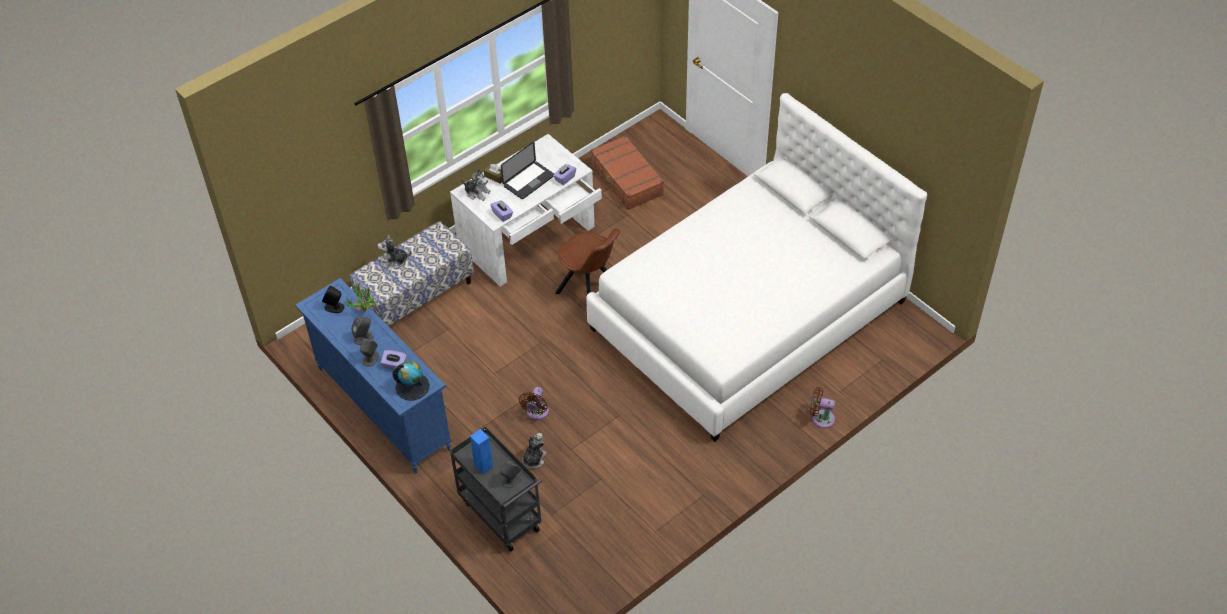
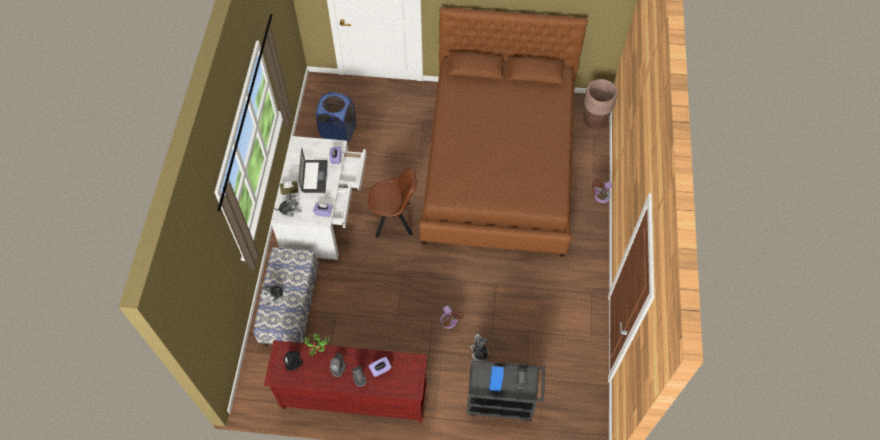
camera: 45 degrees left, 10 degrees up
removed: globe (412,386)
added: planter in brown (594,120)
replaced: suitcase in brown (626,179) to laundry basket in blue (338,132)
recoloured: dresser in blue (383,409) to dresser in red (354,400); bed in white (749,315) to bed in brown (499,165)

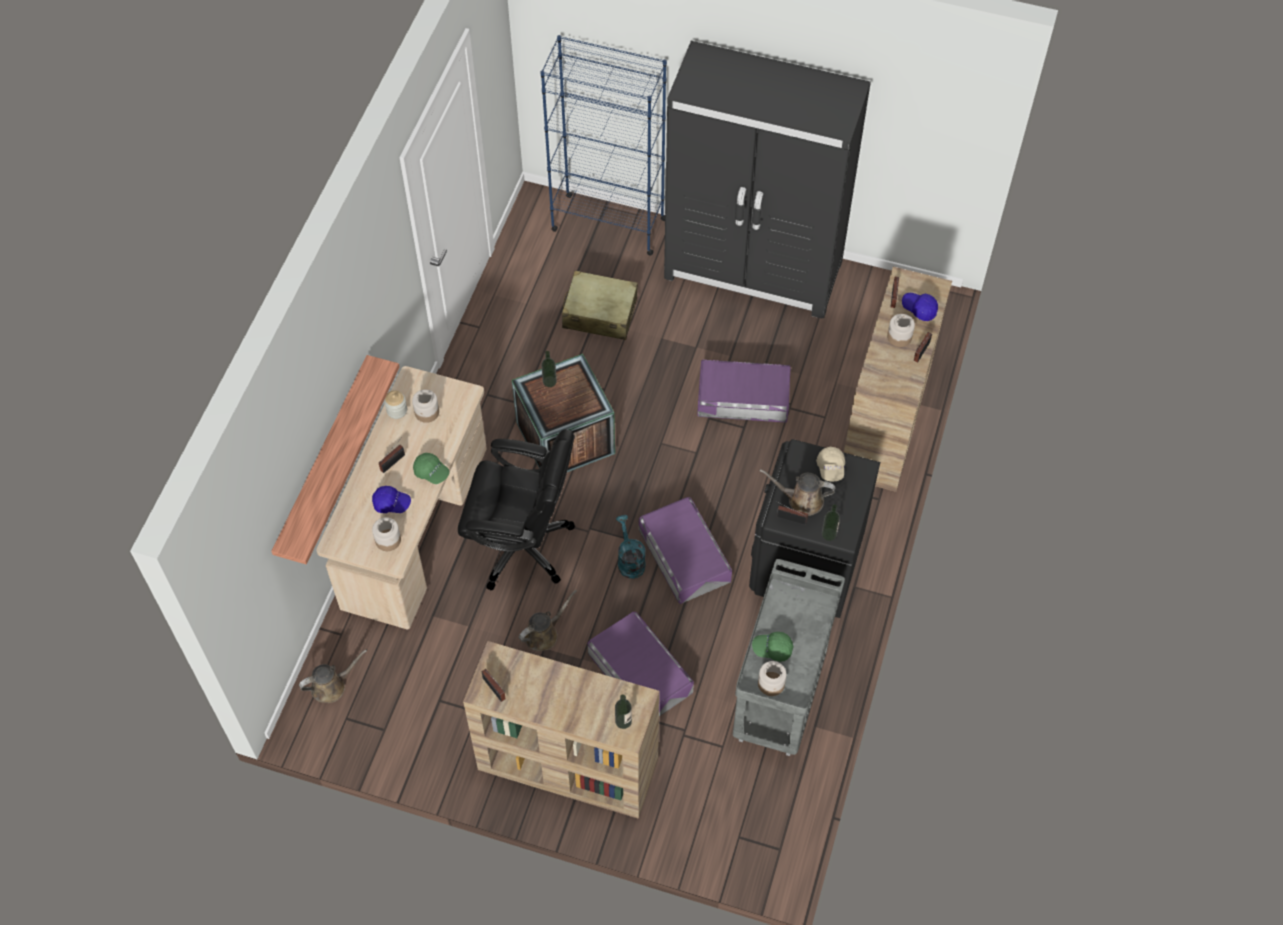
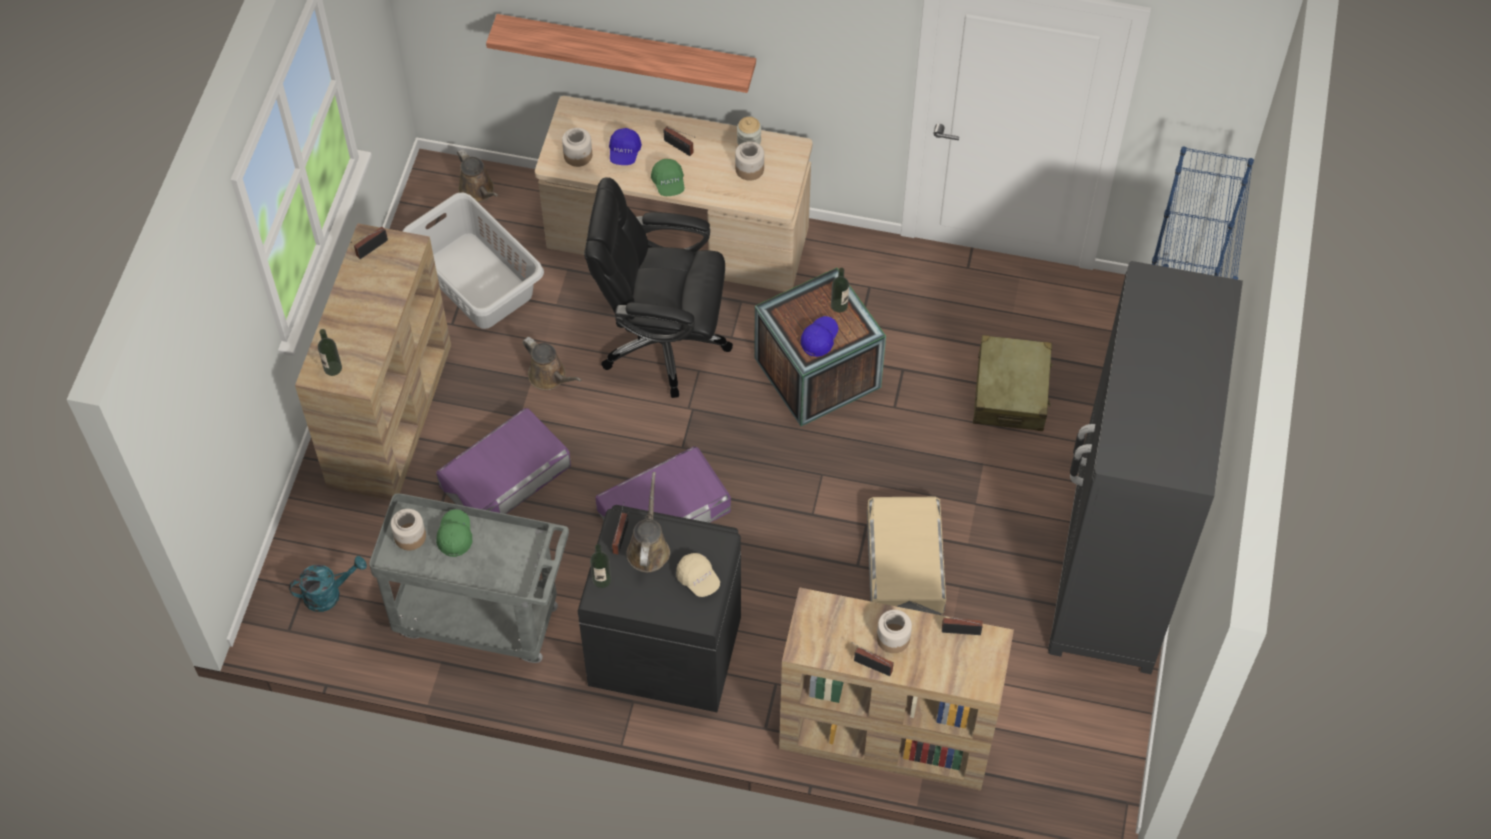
camera: 85 degrees right, 0 degrees up
added: laundry basket in grey (477,280)
moved: watering can in turquoise (629,560) to (329,593); cap in blue (919,309) to (819,339)
recoloured: storage box in purple (743,396) to storage box in beige (905,562)
turned: cap in green (431,472) = (668,183) 45 degrees counterclockwise; office chair in black (520,545) = (664,342) 90 degrees clockwise; cap in beige (831,468) = (698,579) 120 degrees counterclockwise

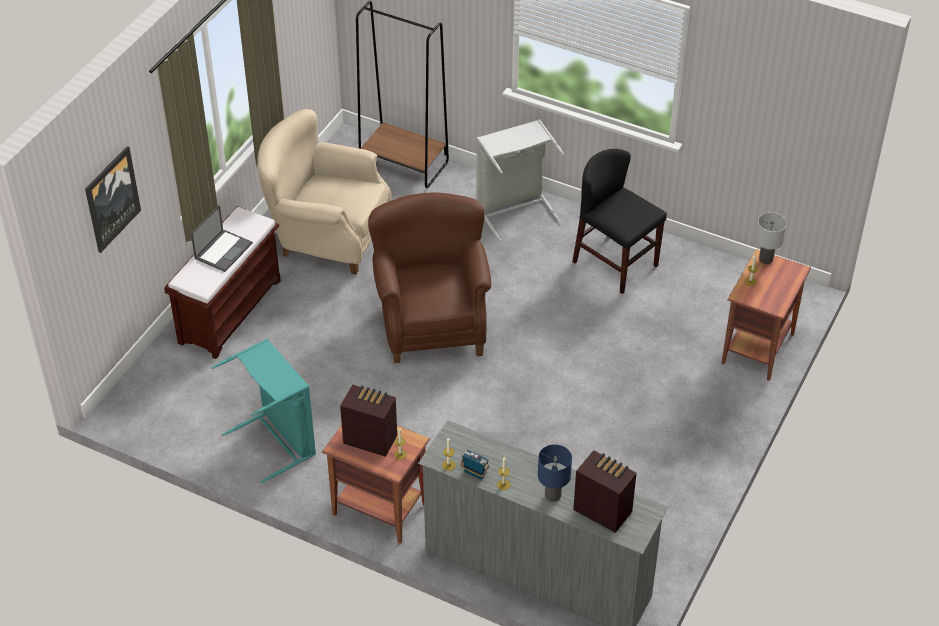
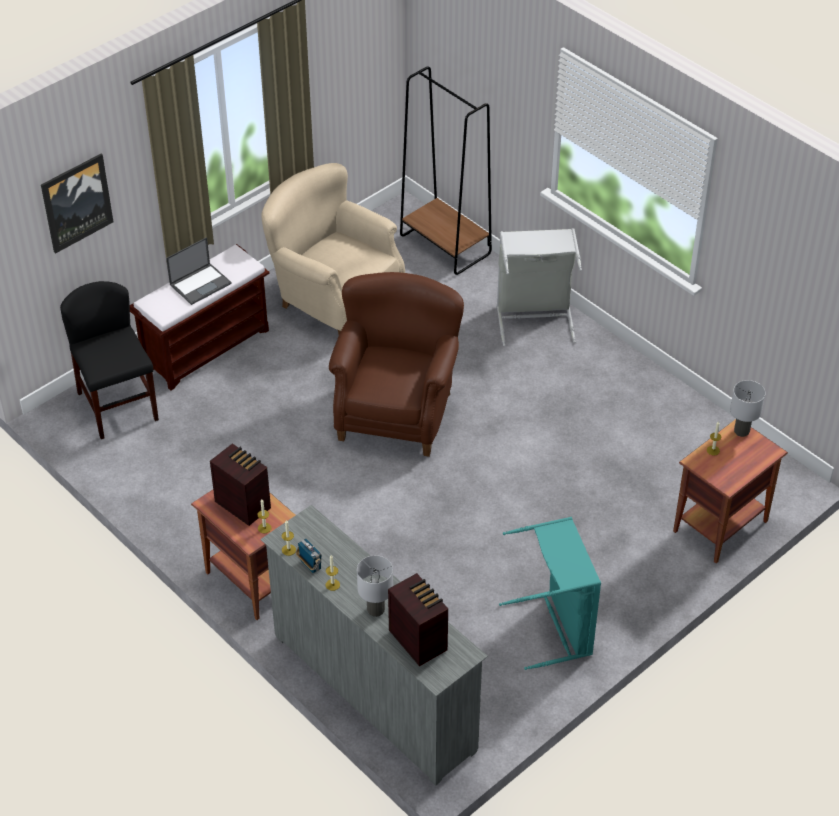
camera: 20 degrees right, 0 degrees up
moved: laundry basket in turquoise (277,440) to (556,627); chair in black (615,264) to (118,406)
recoloured: table lamp in blue (552,495) to table lamp in white (376,609)

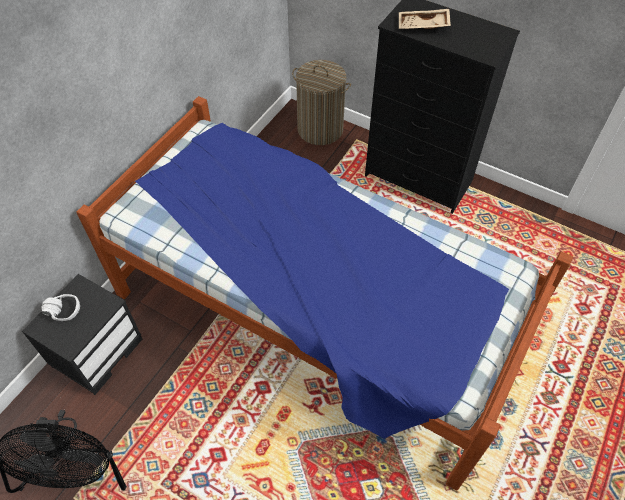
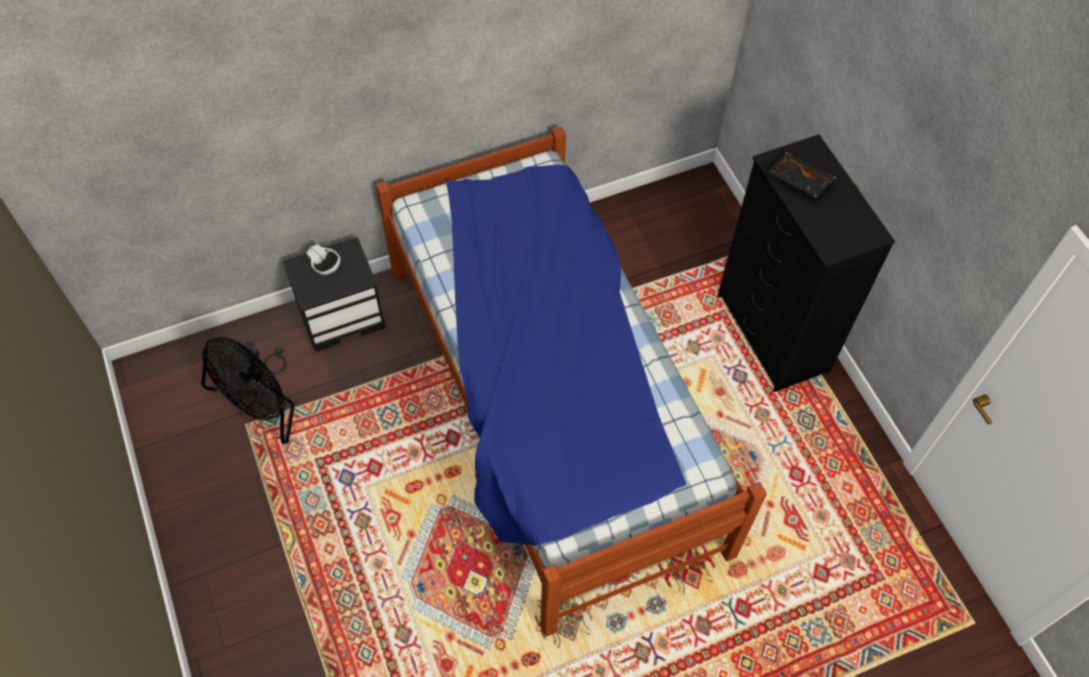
camera: 35 degrees right, 5 degrees up
removed: laundry basket (320,129)
recoloured: tray in beige (423,26) to tray in black (798,180)

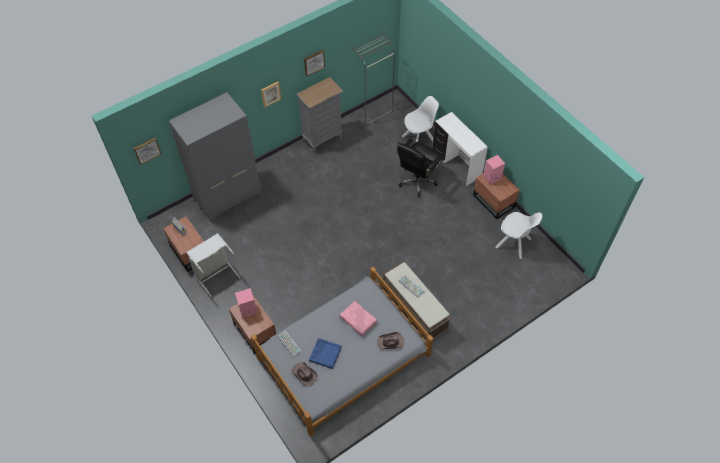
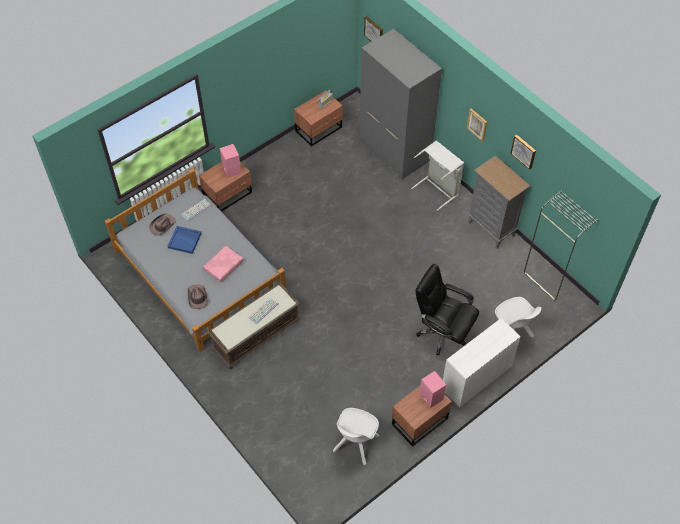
camera: 85 degrees right, 0 degrees up
moved: laundry basket in grey (215,274) to (438,189)

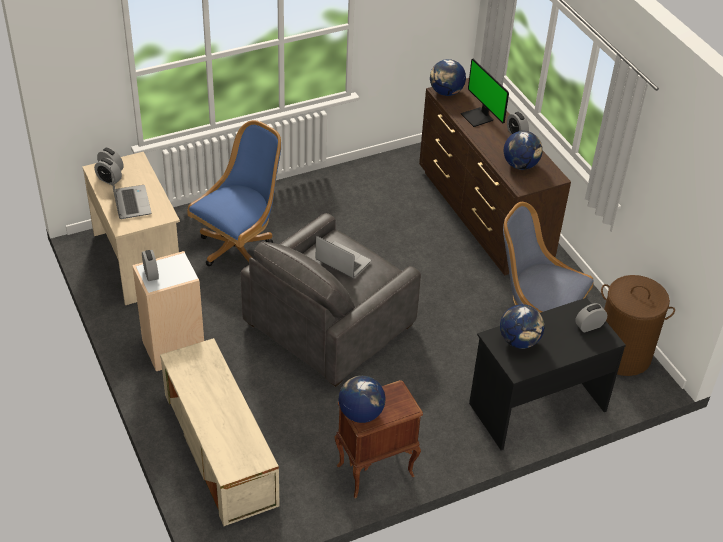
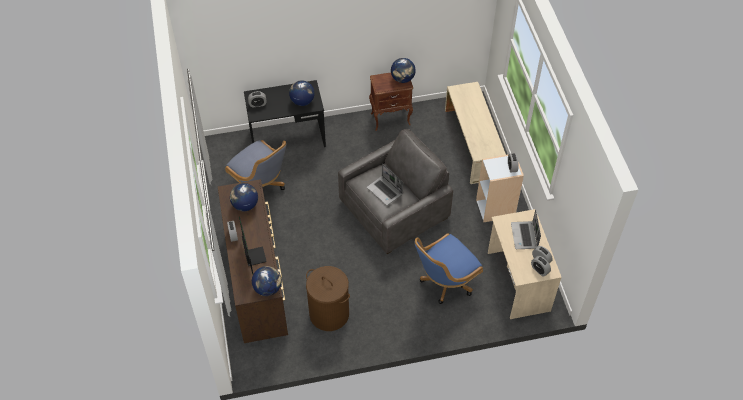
camera: 165 degrees left, 10 degrees up
moved: laundry basket in brown (622,355) to (329,314)

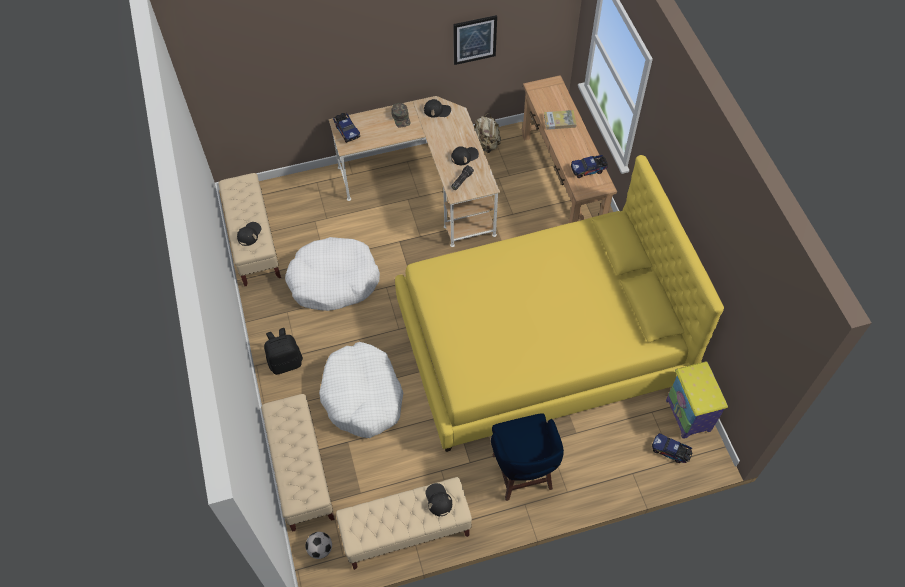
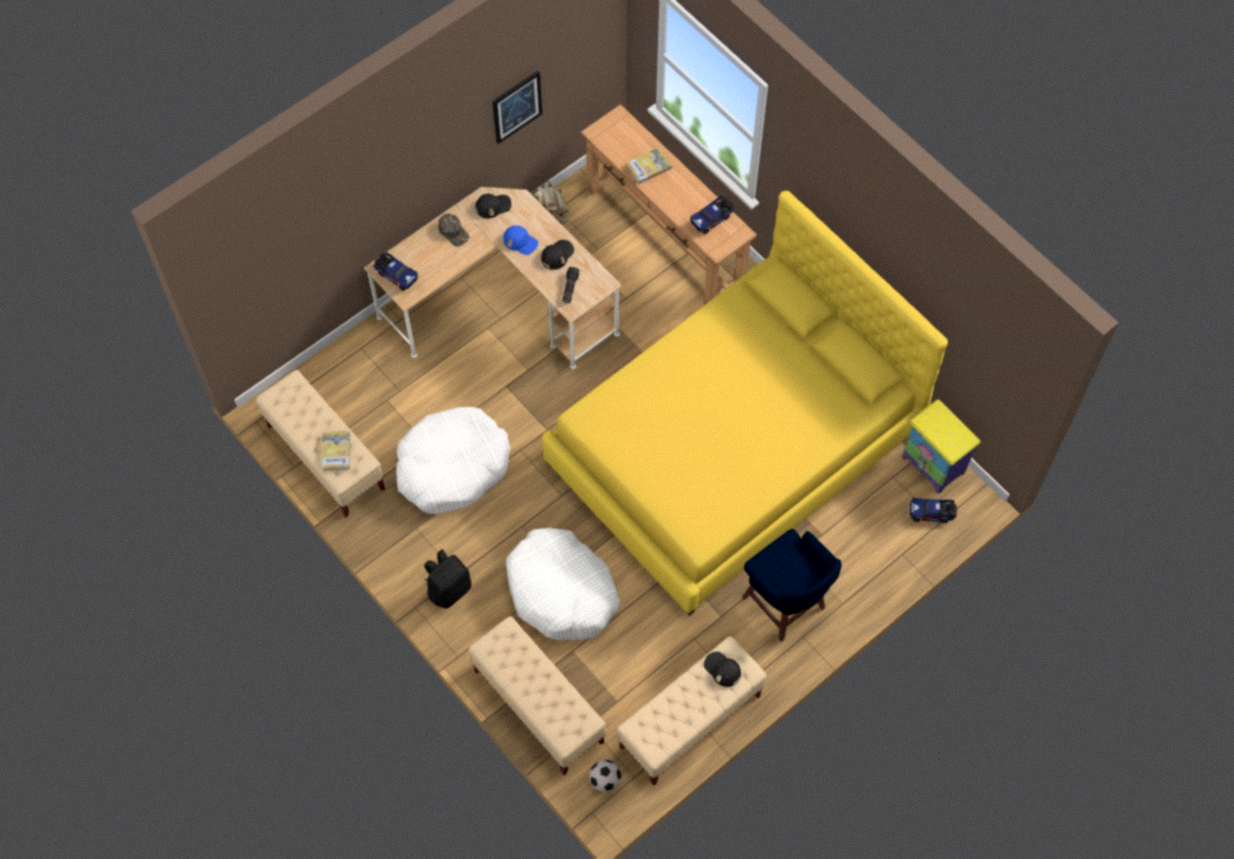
camera: 25 degrees left, 5 degrees up
added: cap in blue (520,241)
replaced: cap in black (249,234) to book (336,452)

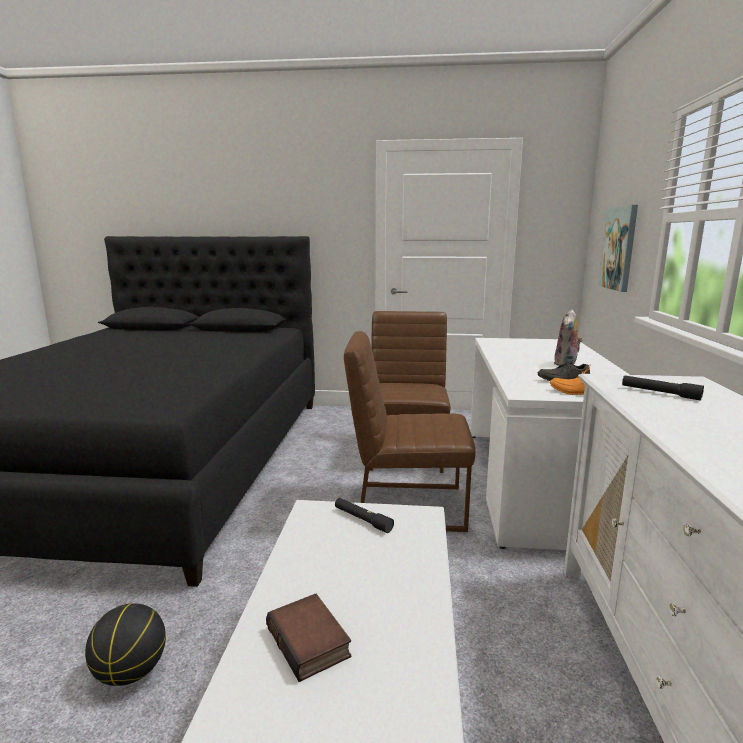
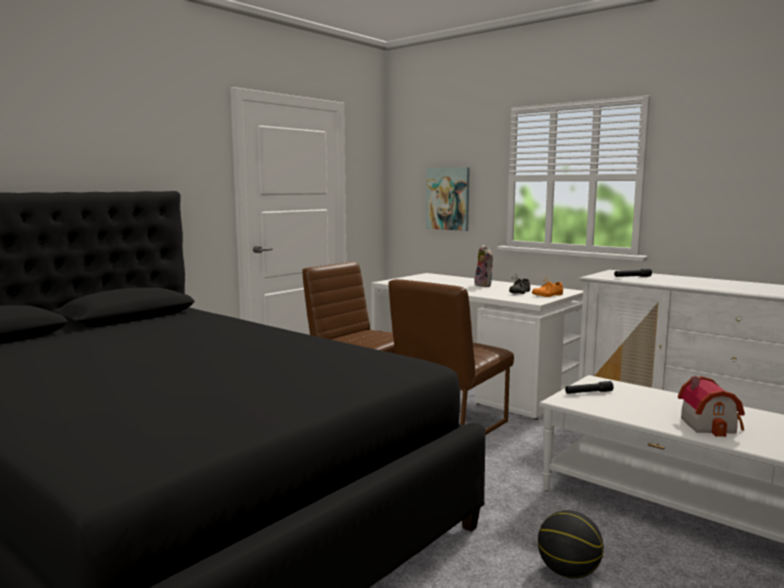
camera: 55 degrees left, 5 degrees down
replaced: book (311,642) to toy house (710,425)

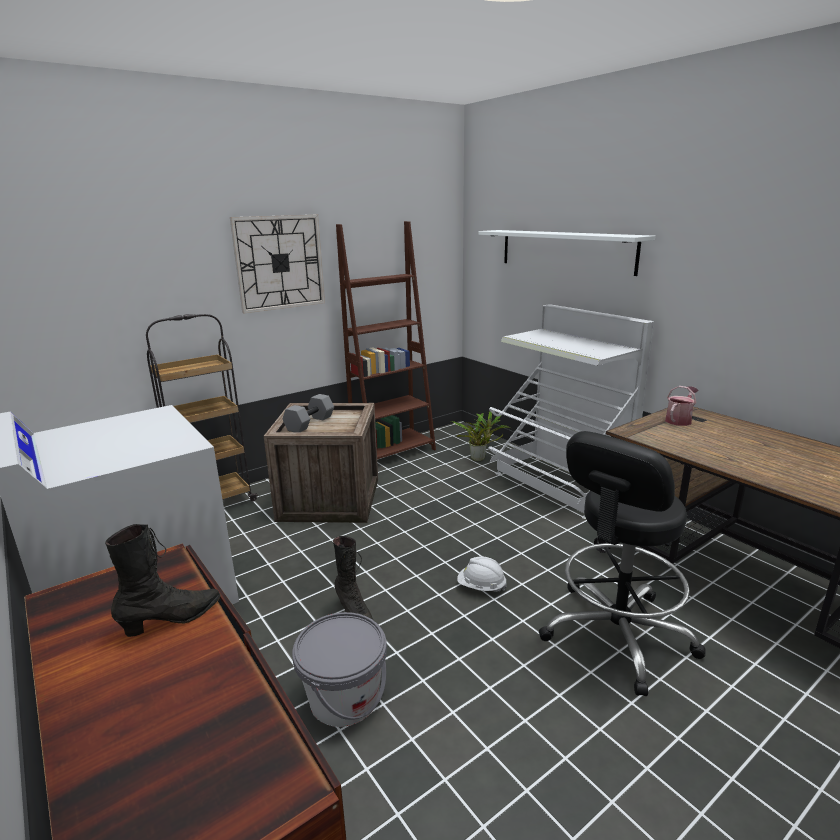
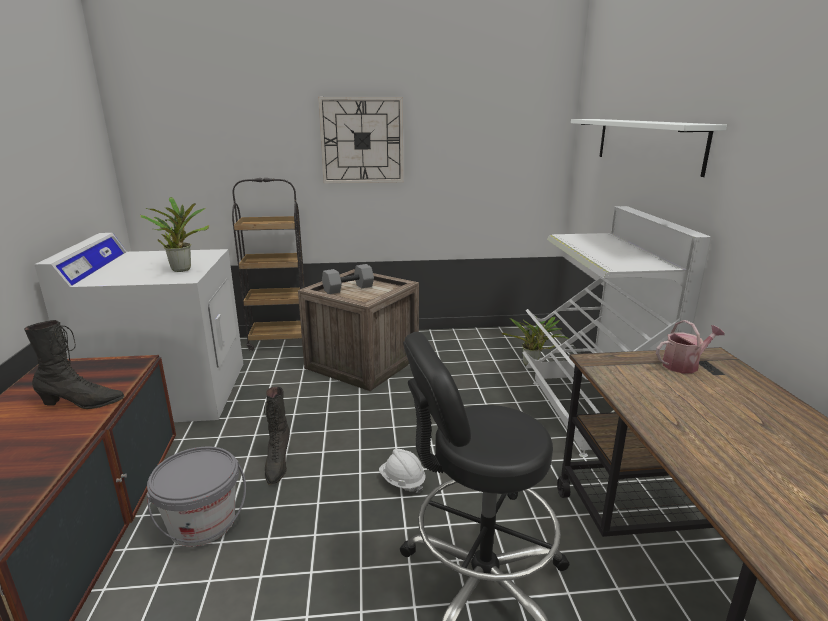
camera: 30 degrees right, 0 degrees up
removed: bookcase in brown (393,452)
added: potted plant (182,269)

